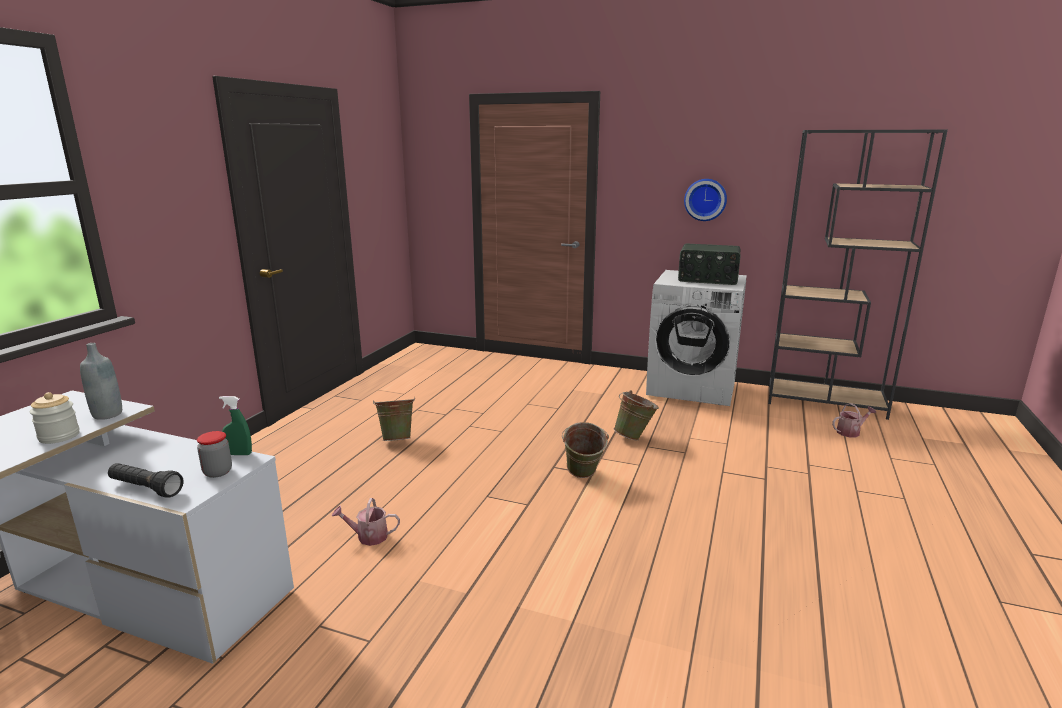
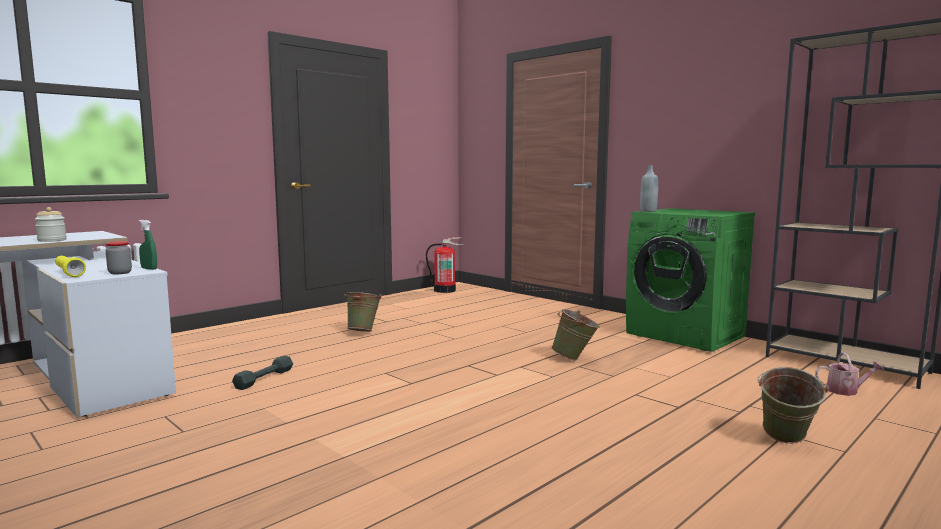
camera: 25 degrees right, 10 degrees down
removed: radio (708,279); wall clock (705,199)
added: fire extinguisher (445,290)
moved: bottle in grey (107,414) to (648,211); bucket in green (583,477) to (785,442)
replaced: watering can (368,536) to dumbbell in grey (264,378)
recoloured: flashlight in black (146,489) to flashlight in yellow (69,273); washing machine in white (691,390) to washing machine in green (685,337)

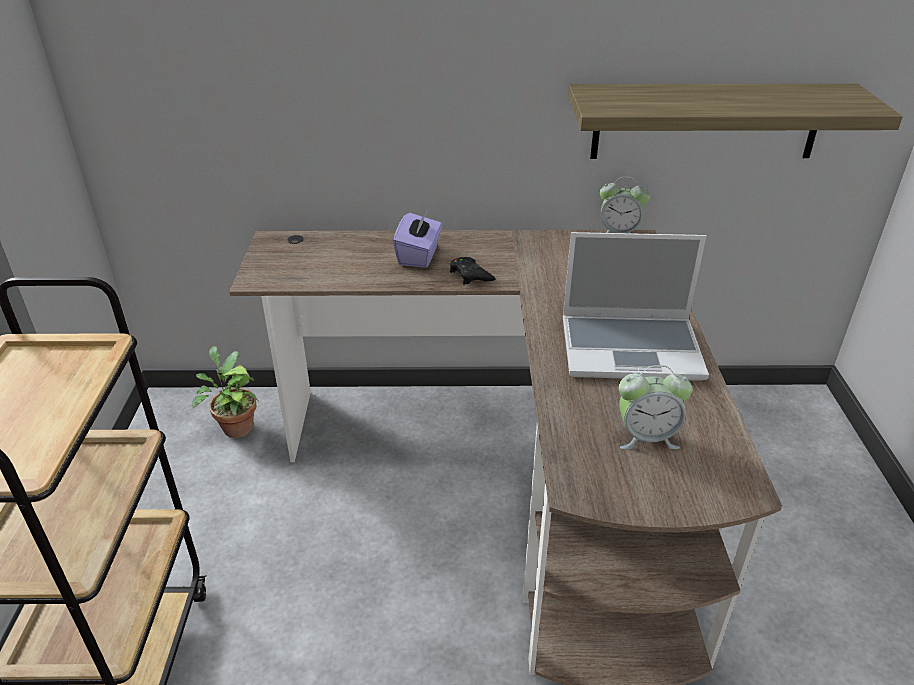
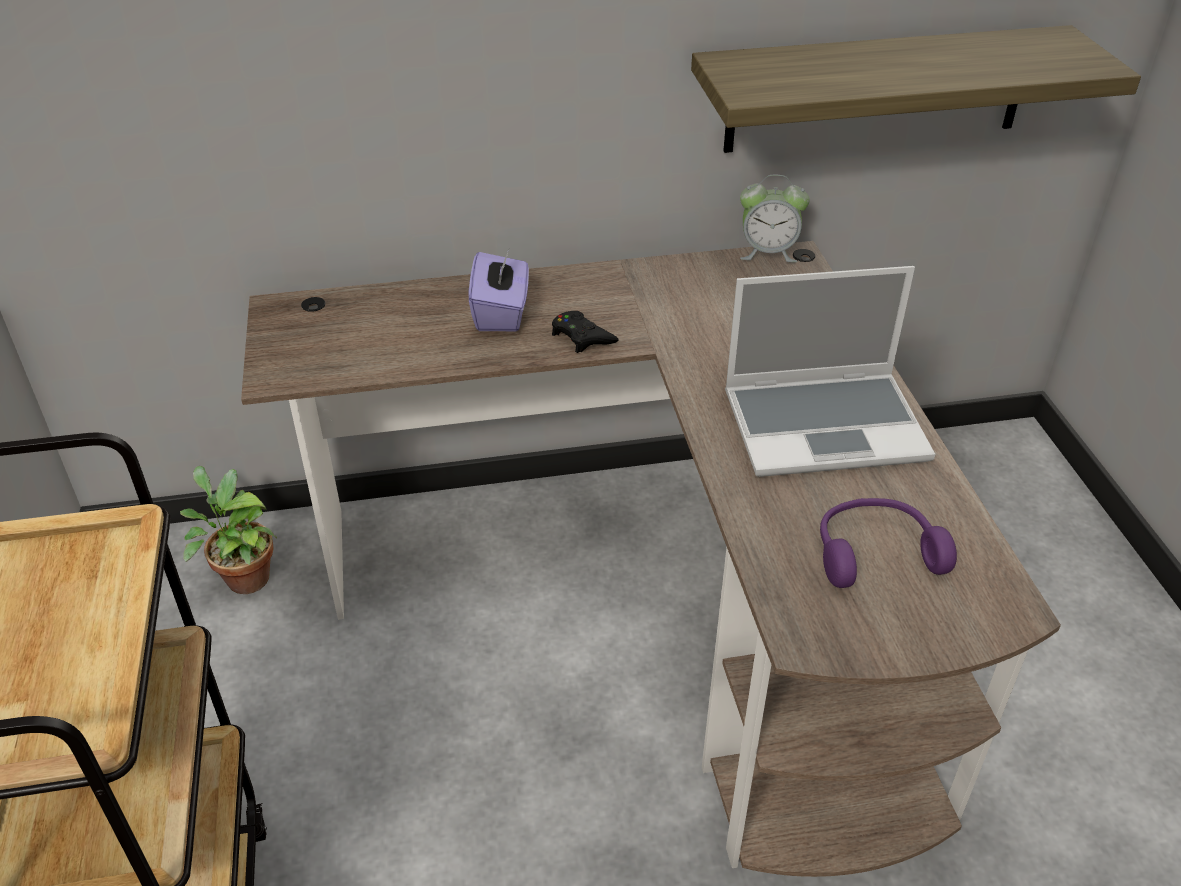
camera: 10 degrees left, 5 degrees up
replaced: alarm clock (646,437) to headphones in purple (874,552)

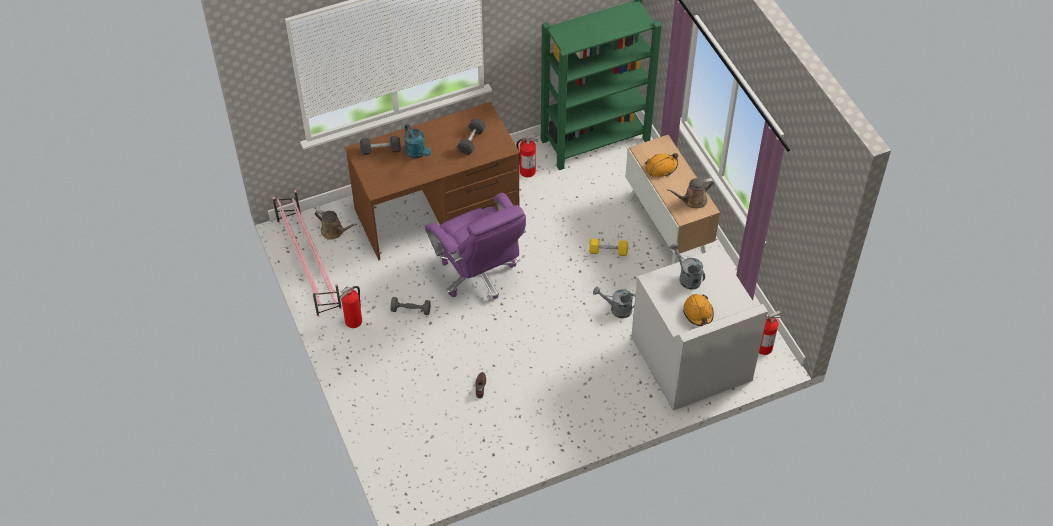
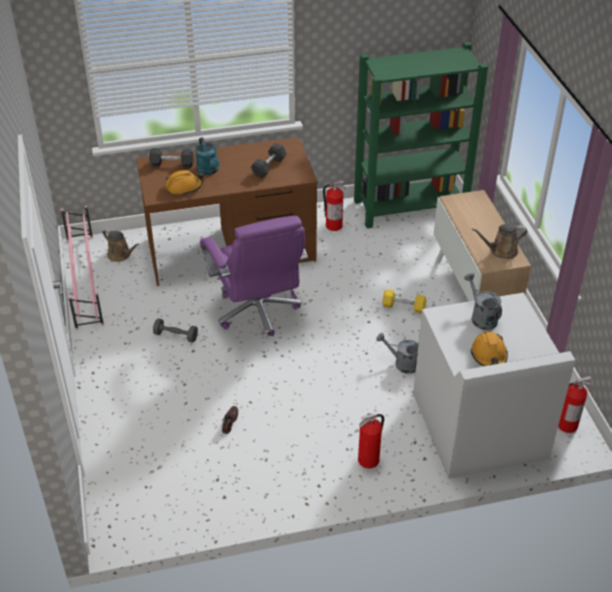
camera: 10 degrees right, 10 degrees down
moved: fire extinguisher (354,321) to (369,460); hard hat in orange (661,167) to (184,187)

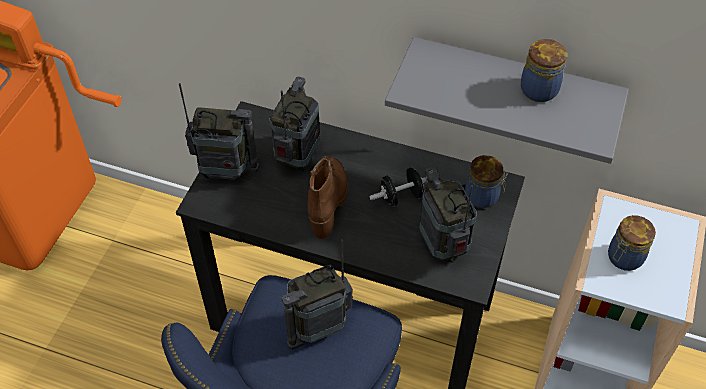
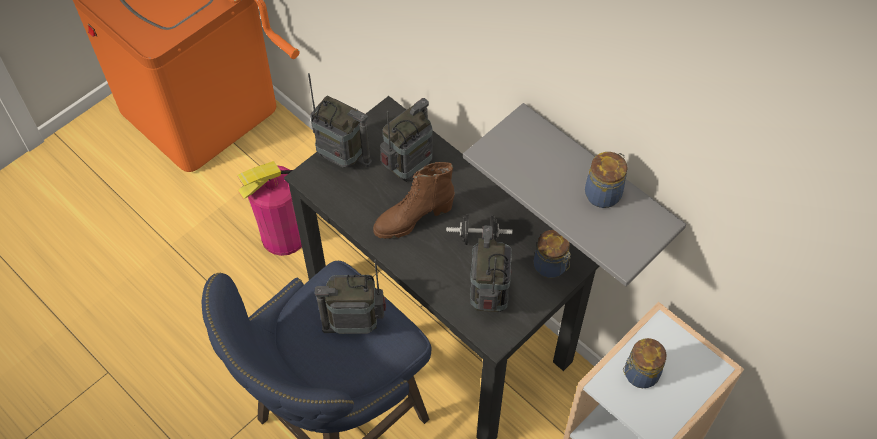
camera: 25 degrees right, 5 degrees up
added: fire extinguisher (284,236)
turned: boot in brown (328,202) = (413,219) 150 degrees counterclockwise

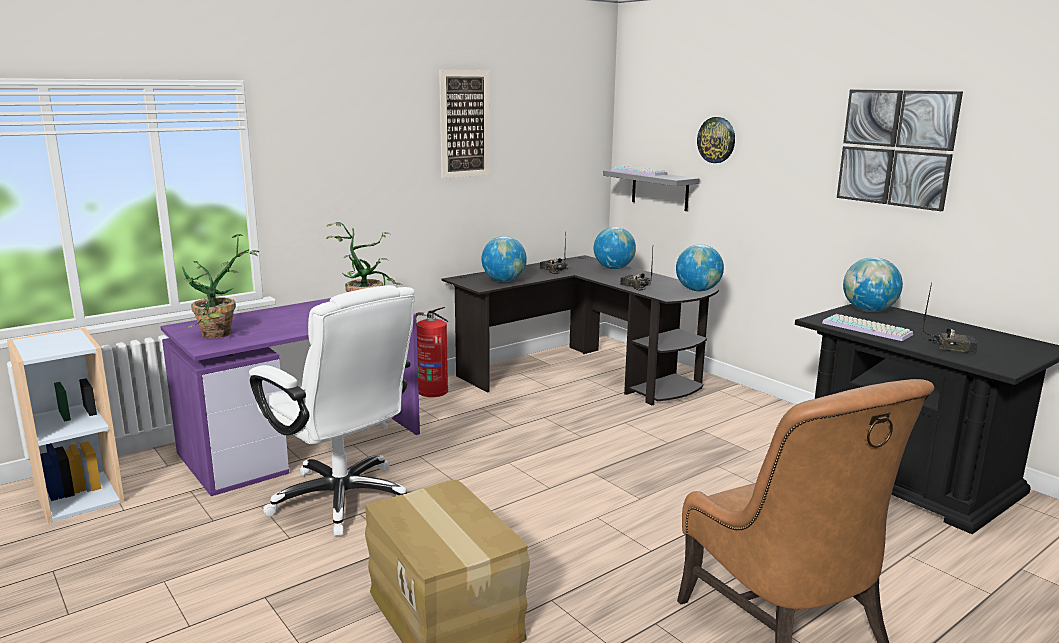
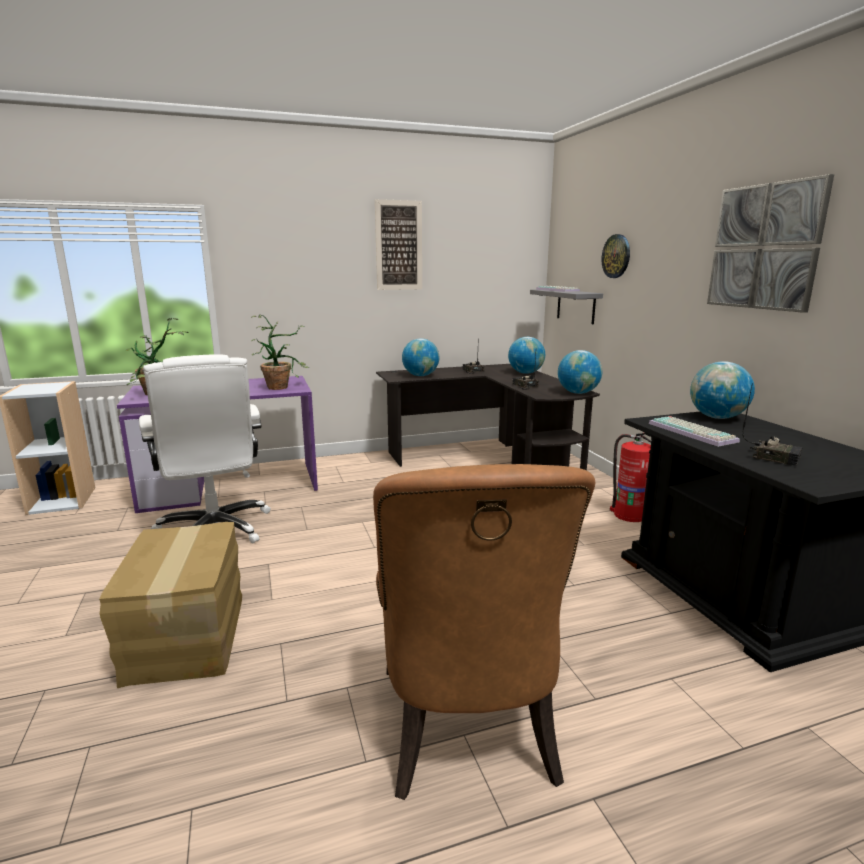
camera: 20 degrees right, 0 degrees up
moved: fire extinguisher (432,391) to (629,515)

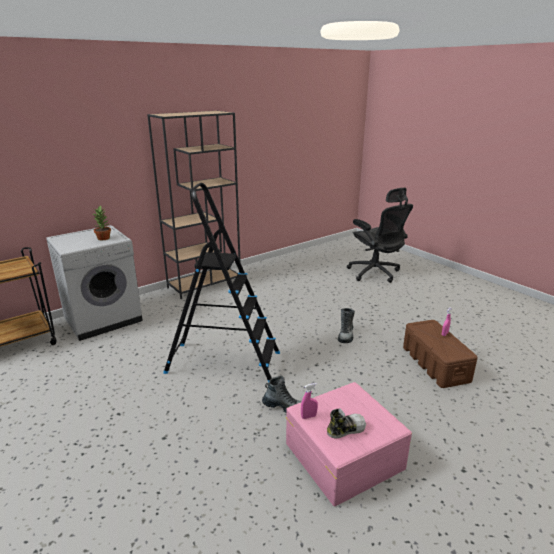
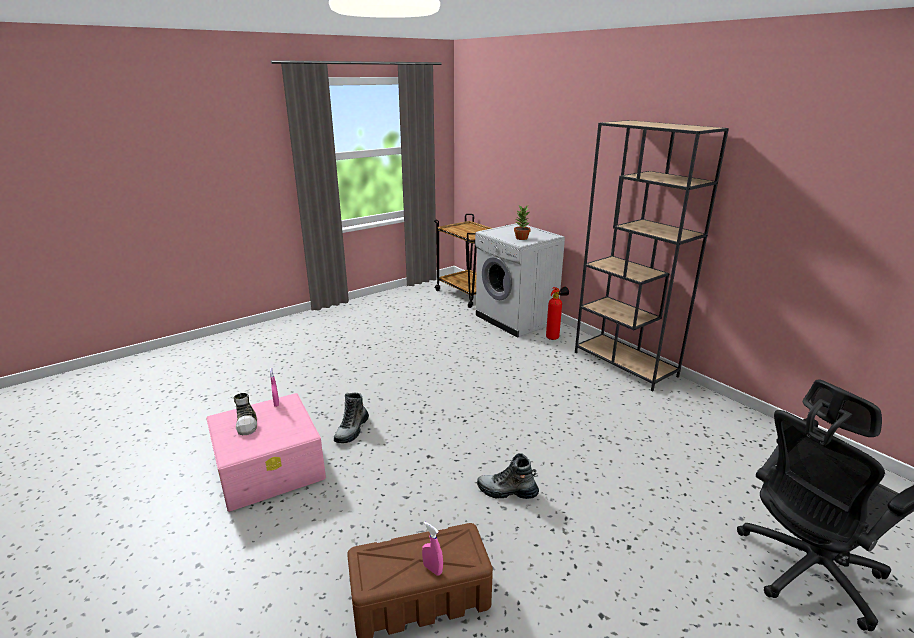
camera: 90 degrees right, 0 degrees up
removed: step ladder in black (224,362)
added: fire extinguisher (554,337)

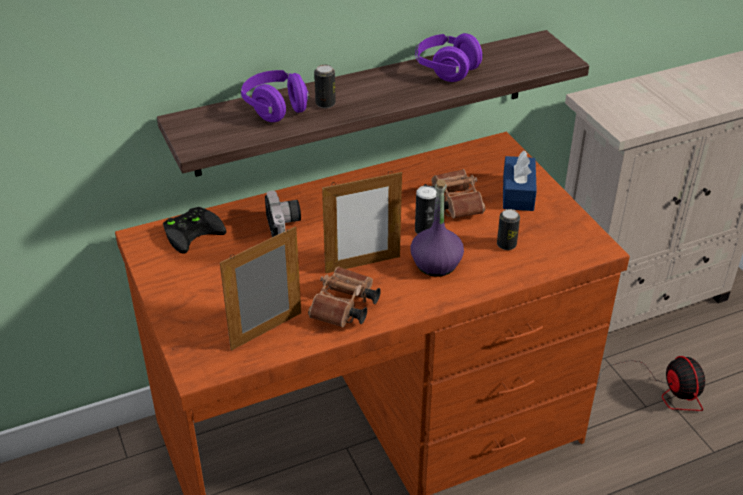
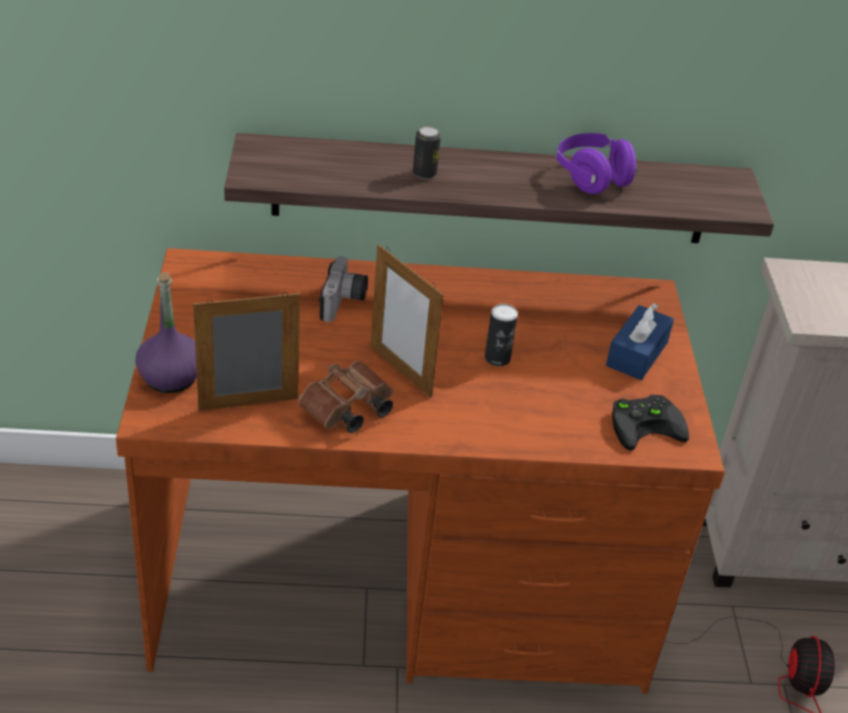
camera: 20 degrees right, 0 degrees up
removed: headphones in purple (276,108); binoculars in brown (452,203); can (506,244)
moved: game controller in black (193,231) to (647,424); bottle in purple (436,264) to (171,377)
turned: picture frame (362,264) = (400,371) 45 degrees clockwise

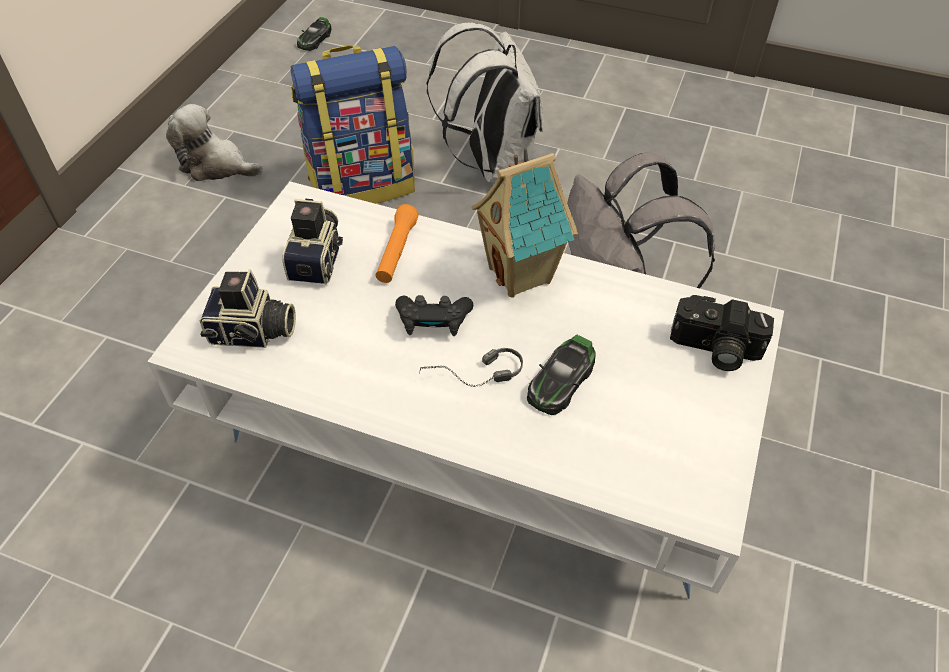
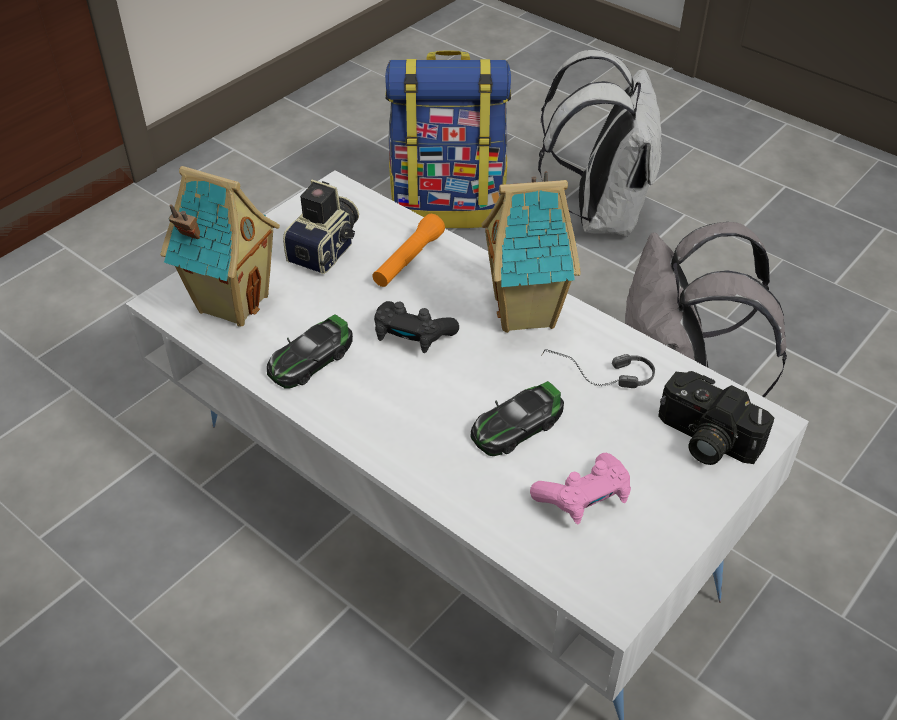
camera: 20 degrees right, 5 degrees down
removed: plush toy (216,165)
added: game controller in pink (583,498)
moved: toy car (315,39) to (311,359); headphones (473,379) to (597,378)
replaced: photo camera (253,333) to toy house (232,302)

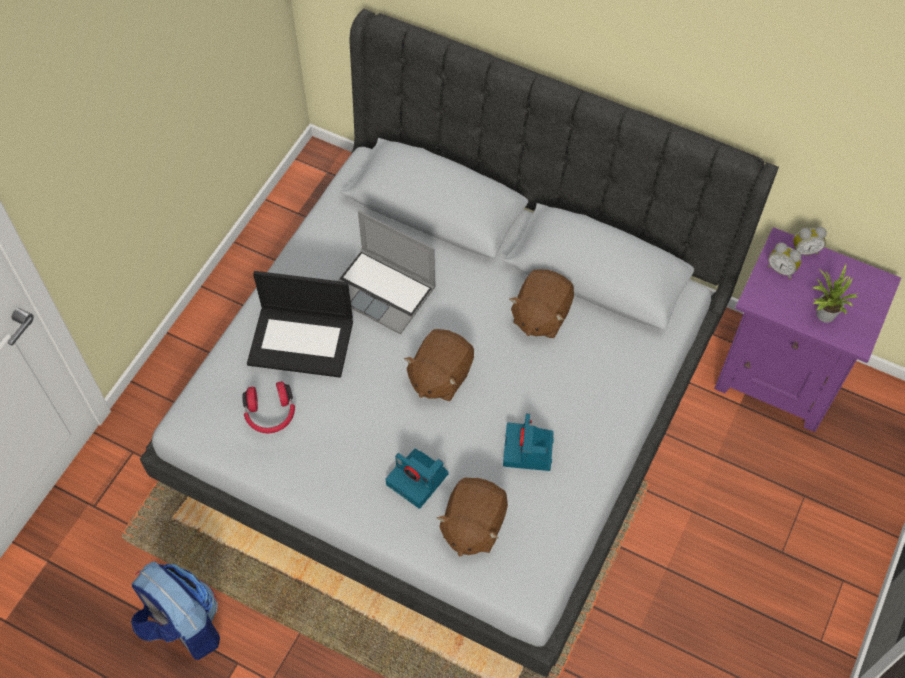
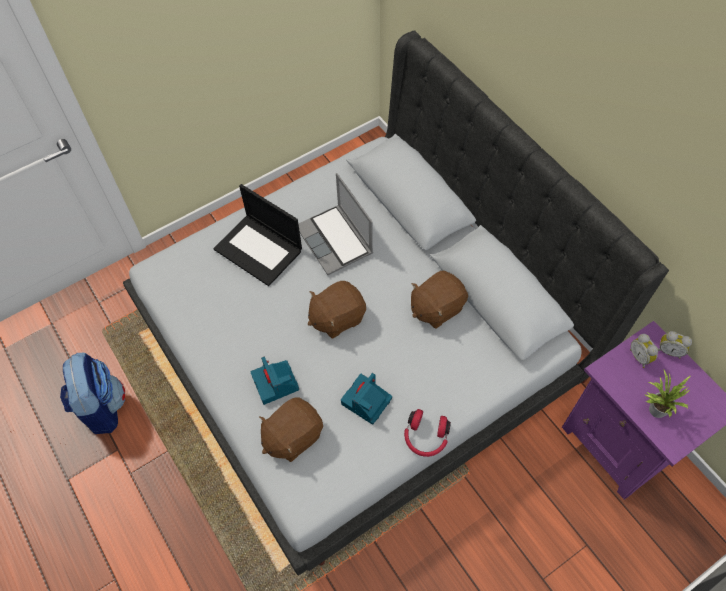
camera: 30 degrees right, 0 degrees up
moved: headphones in red (270,414) to (425,437)

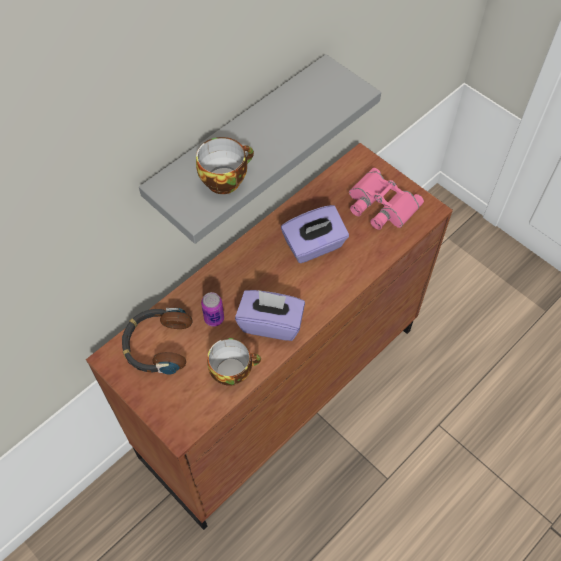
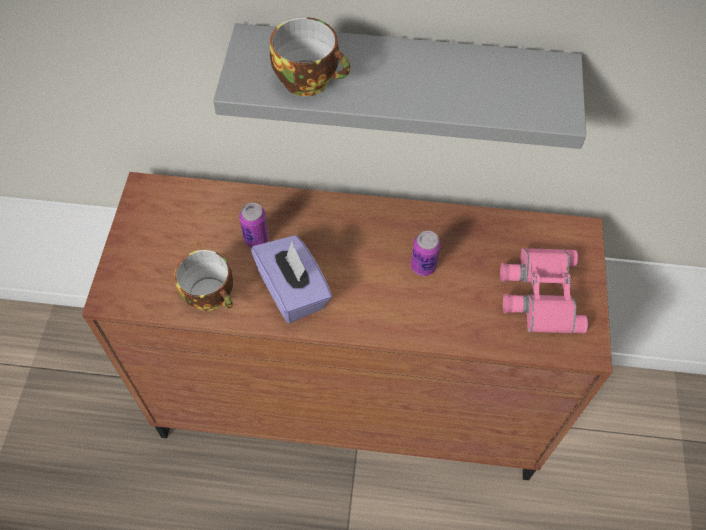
camera: 50 degrees right, 0 degrees up
removed: headphones (157,344)
replaced: tissue box in purple (314,246) to can (423,266)

